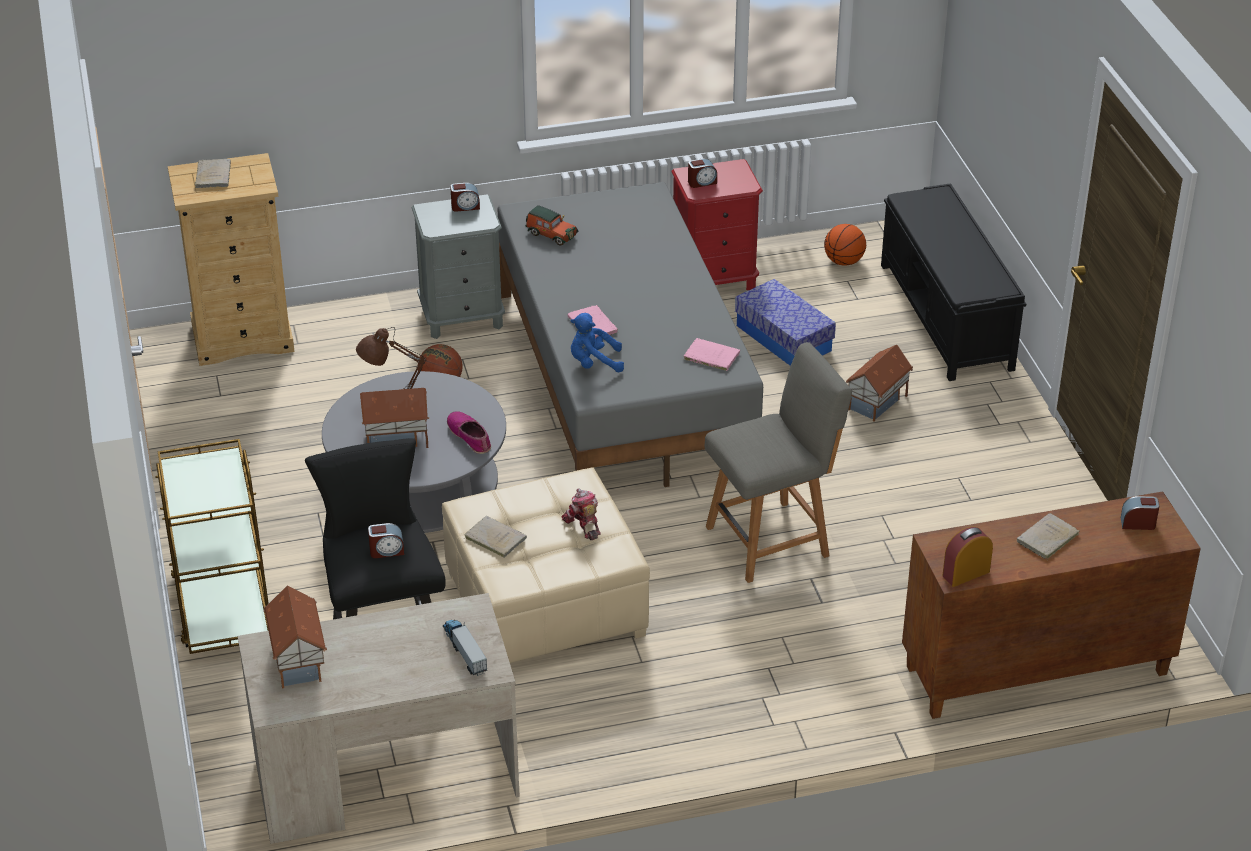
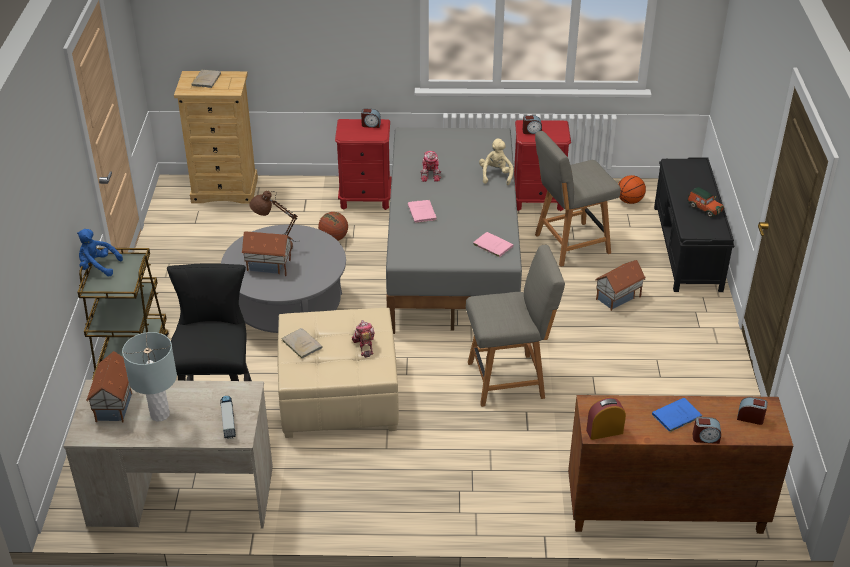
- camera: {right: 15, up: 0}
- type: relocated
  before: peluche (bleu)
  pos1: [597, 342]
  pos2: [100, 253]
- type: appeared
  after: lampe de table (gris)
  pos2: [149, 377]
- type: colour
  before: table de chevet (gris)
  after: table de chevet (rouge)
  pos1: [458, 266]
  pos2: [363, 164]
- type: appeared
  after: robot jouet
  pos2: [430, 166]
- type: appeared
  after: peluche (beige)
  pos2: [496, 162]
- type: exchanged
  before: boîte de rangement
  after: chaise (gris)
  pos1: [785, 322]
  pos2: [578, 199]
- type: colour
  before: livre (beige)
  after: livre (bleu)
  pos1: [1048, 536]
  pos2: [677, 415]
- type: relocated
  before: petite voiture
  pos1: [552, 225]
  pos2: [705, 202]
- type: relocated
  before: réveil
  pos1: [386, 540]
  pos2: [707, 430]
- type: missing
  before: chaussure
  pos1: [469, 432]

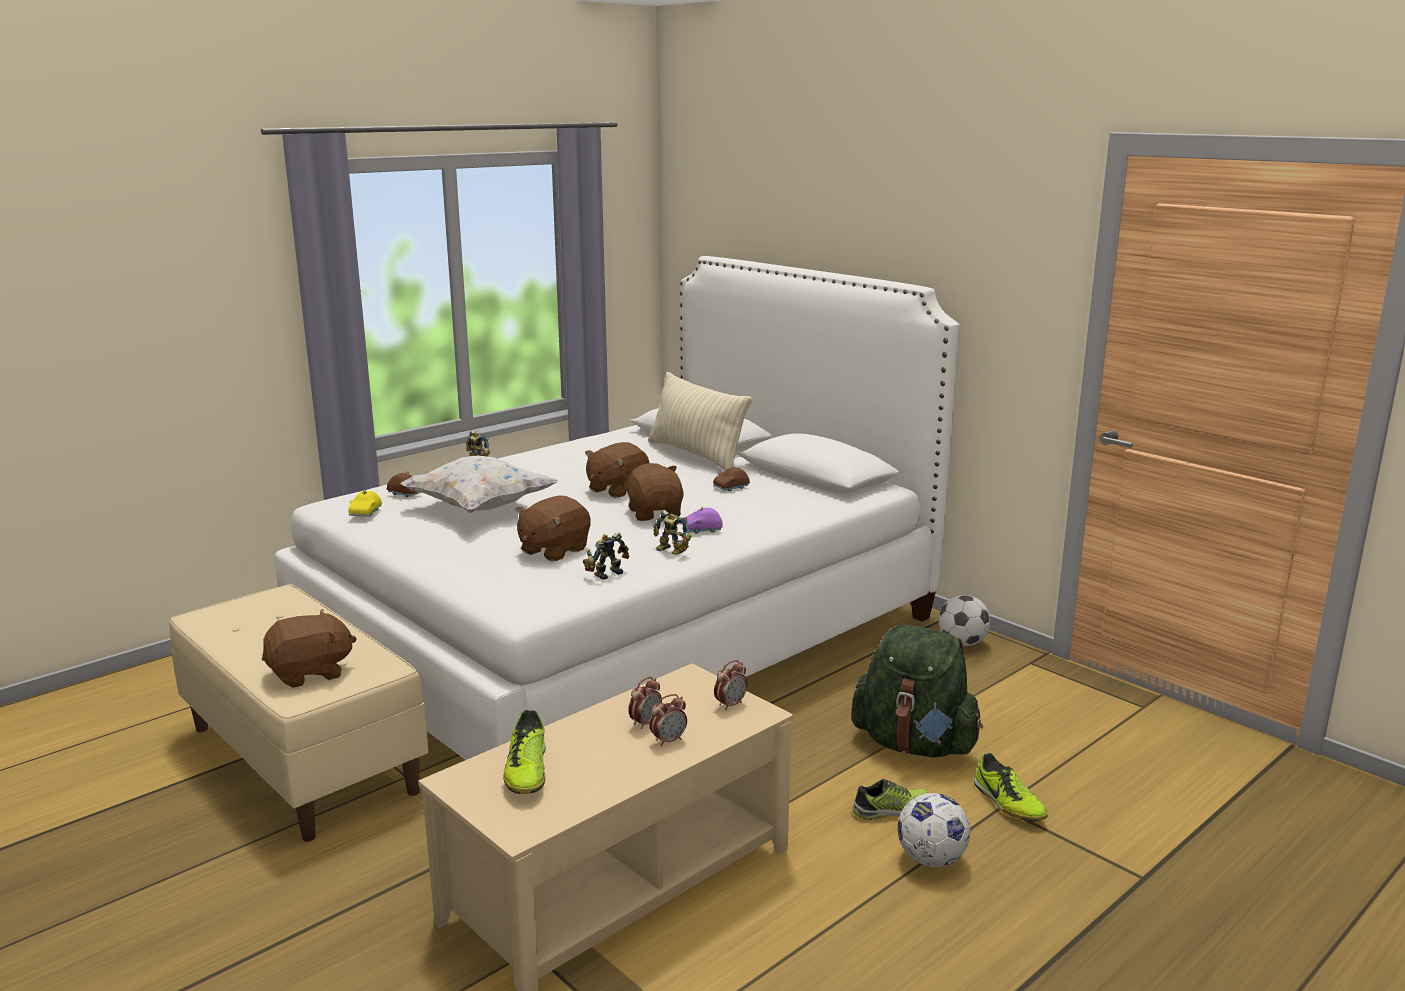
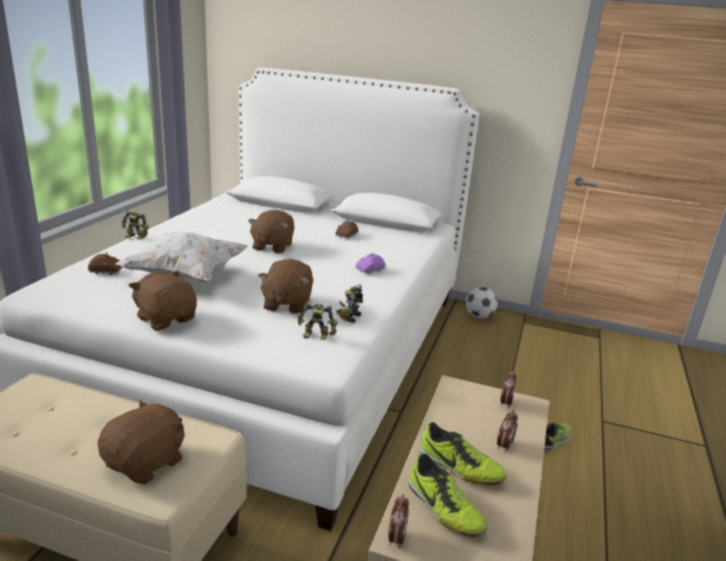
- camera: {right: -30, up: 5}
- type: relocated
  before: peluche (marron)
  pos1: [653, 492]
  pos2: [162, 301]
- type: relocated
  before: robot jouet
  pos1: [672, 532]
  pos2: [317, 320]
- type: relocated
  before: réveil
  pos1: [645, 703]
  pos2: [398, 521]
- type: relocated
  before: chaussure
  pos1: [1011, 787]
  pos2: [463, 453]
- type: missing
  before: petite voiture (jaune)
  pos1: [365, 503]
- type: missing
  before: coussin (beige)
  pos1: [700, 421]
- type: missing
  before: sac à dos (vert)
  pos1: [917, 690]
- type: missing
  before: ballon de foot
  pos1: [934, 830]

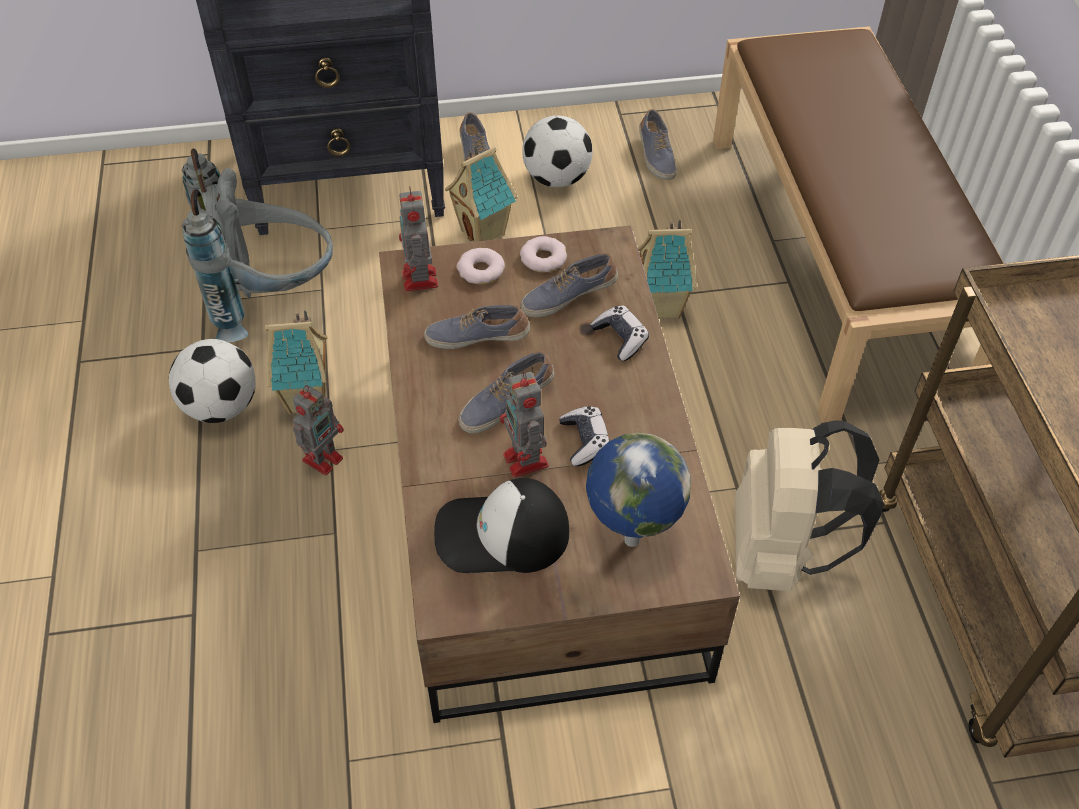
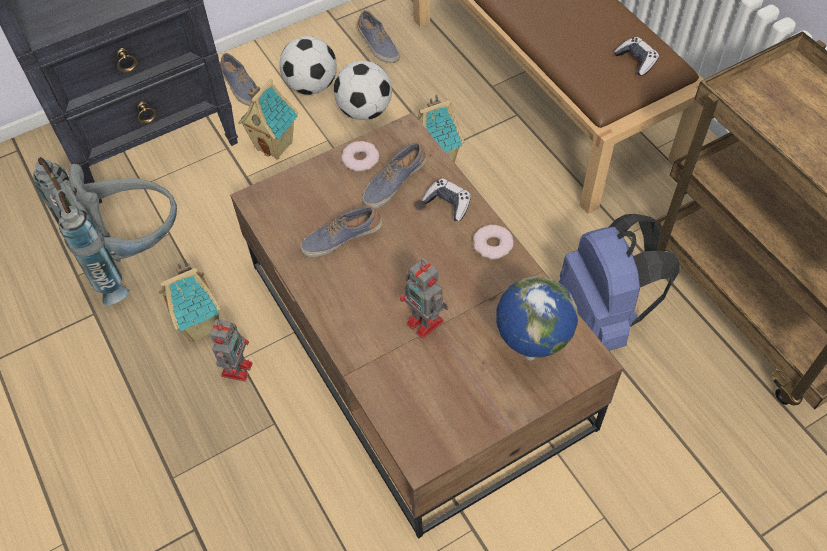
- camera: {right: -20, up: 5}
- type: relocated
  before: ballon de foot
  pos1: [212, 381]
  pos2: [363, 90]
- type: relocated
  before: beignet
  pos1: [480, 266]
  pos2: [493, 242]
- type: colour
  before: sac à dos (beige)
  after: sac à dos (bleu)
  pos1: [809, 505]
  pos2: [619, 282]
- type: relocated
  before: manette
  pos1: [584, 436]
  pos2: [636, 56]
- type: missing
  before: robot jouet
  pos1: [418, 238]
- type: missing
  before: casquette
  pos1: [501, 525]
- type: missing
  before: chaussure
  pos1: [506, 392]

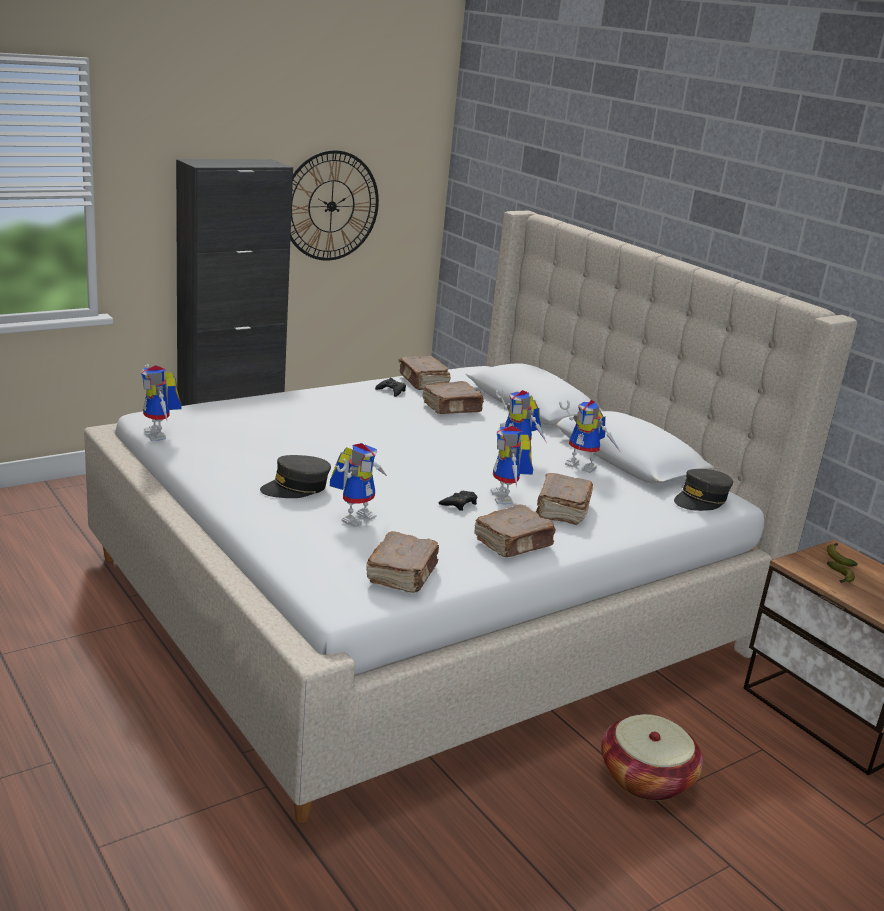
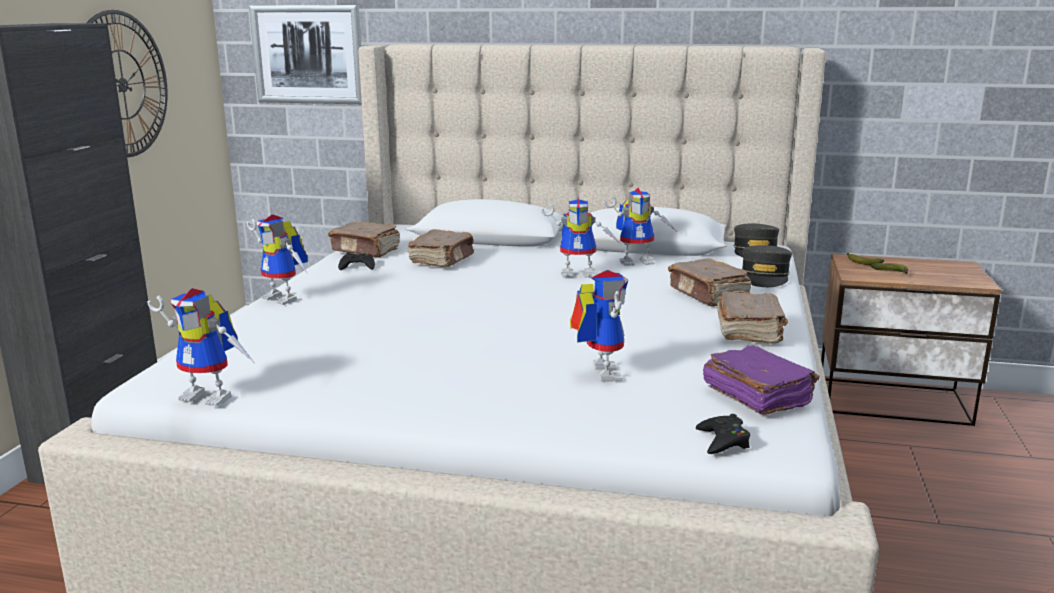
- camera: {right: -40, up: -5}
- type: relocated
  before: robot jouet
  pos1: [512, 463]
  pos2: [277, 260]
- type: appeared
  after: tableau
  pos2: [305, 54]
- type: relocated
  before: manette (noir)
  pos1: [458, 501]
  pos2: [723, 434]
- type: colour
  before: livre (marron)
  after: livre (violet)
  pos1: [402, 562]
  pos2: [761, 380]
- type: relocated
  before: casquette (gris)
  pos1: [295, 476]
  pos2: [767, 266]
- type: missing
  before: panier
  pos1: [652, 757]

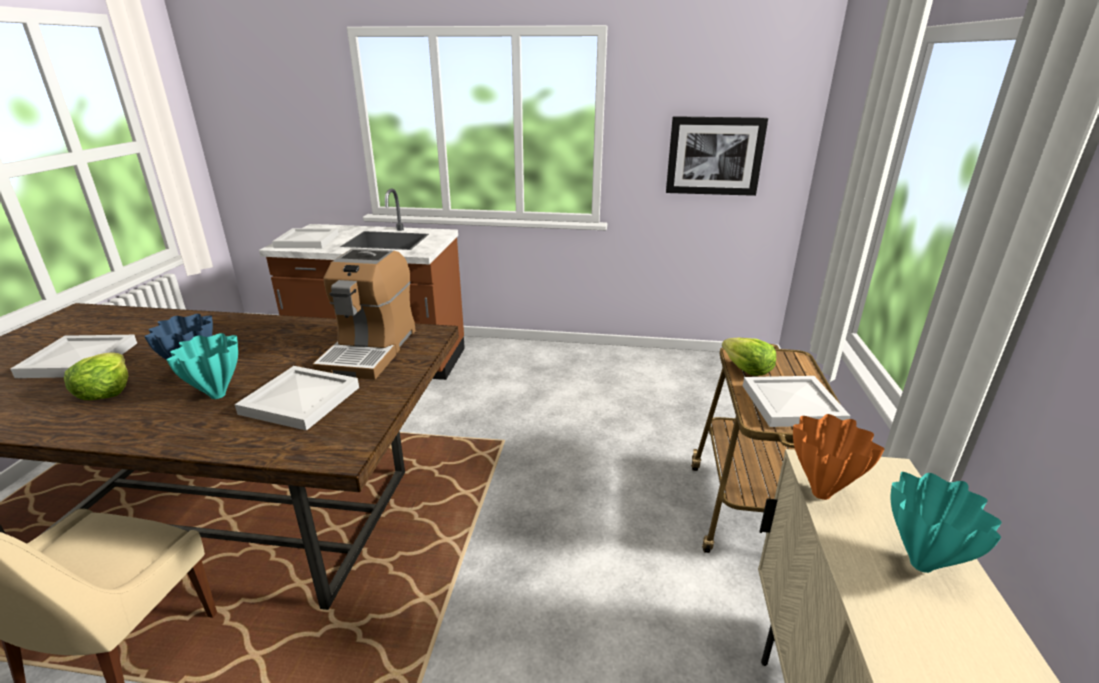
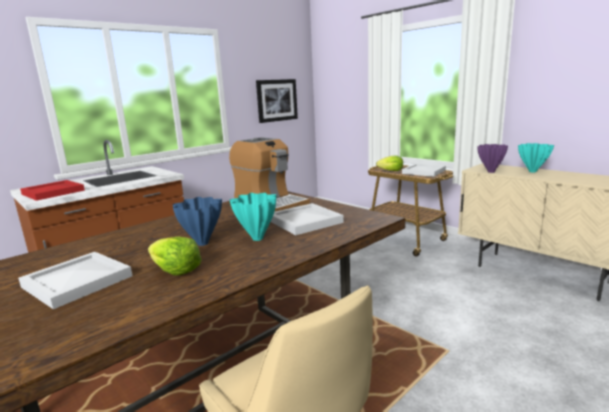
- camera: {right: -50, up: -10}
- type: colour
  before: plateau (blanc)
  after: plateau (rouge)
  pos1: [305, 238]
  pos2: [52, 190]
- type: colour
  before: vase (orange)
  after: vase (violet)
  pos1: [839, 457]
  pos2: [492, 158]

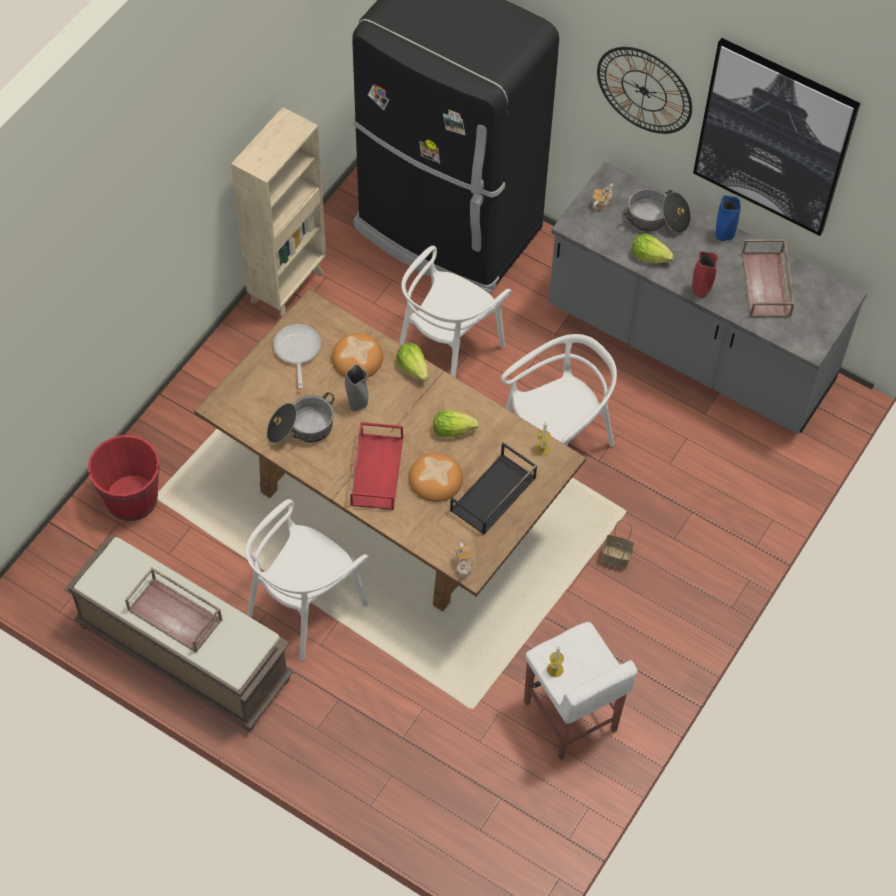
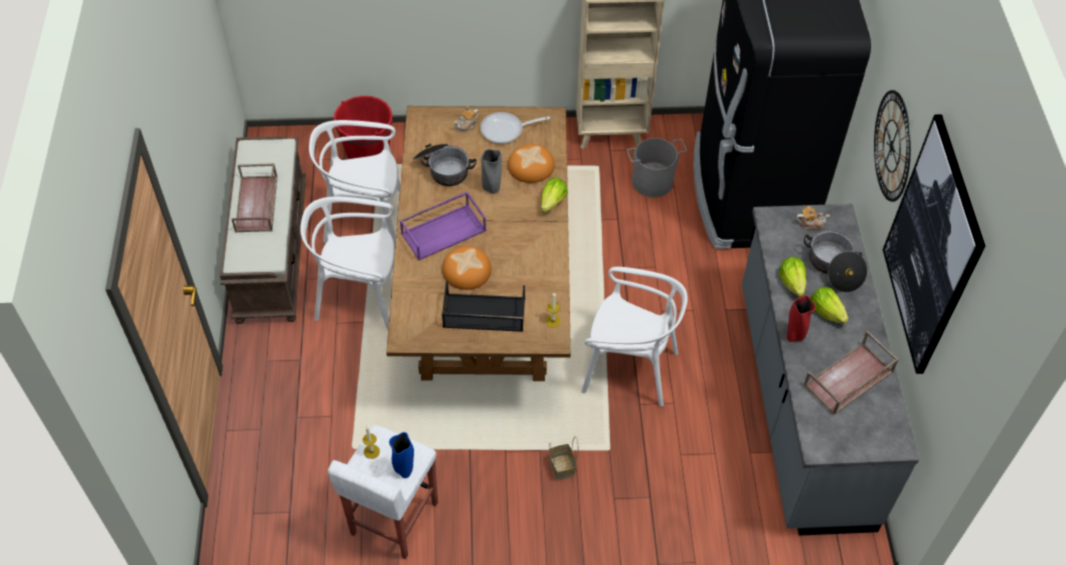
- camera: {right: 55, up: -5}
- type: relocated
  before: chaise (blanc)
  pos1: [455, 312]
  pos2: [355, 182]
- type: relocated
  before: vase (bleu)
  pos1: [728, 218]
  pos2: [401, 455]
- type: colour
  before: plateau (rouge)
  after: plateau (violet)
  pos1: [376, 466]
  pos2: [443, 225]
- type: relocated
  before: théière
  pos1: [464, 560]
  pos2: [466, 119]
- type: spun
  before: poêle
  pos1: [297, 356]
  pos2: [515, 128]
  turn: -150
- type: appeared
  after: seau (gris)
  pos2: [657, 167]
- type: relocated
  before: laitue
  pos1: [456, 424]
  pos2: [830, 305]

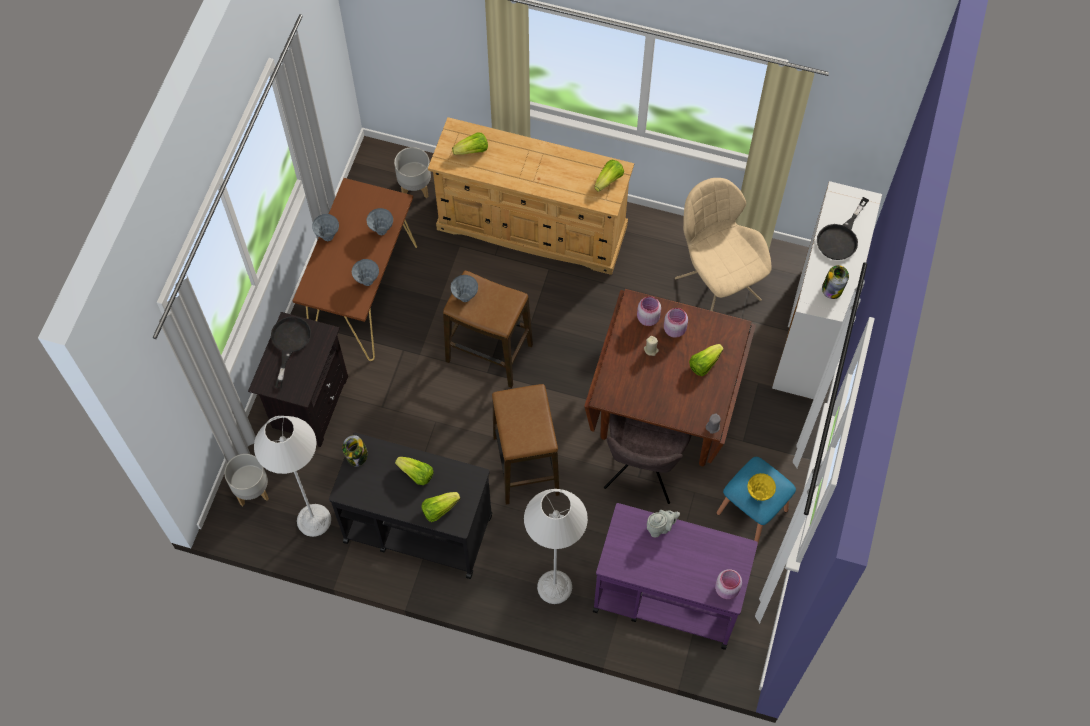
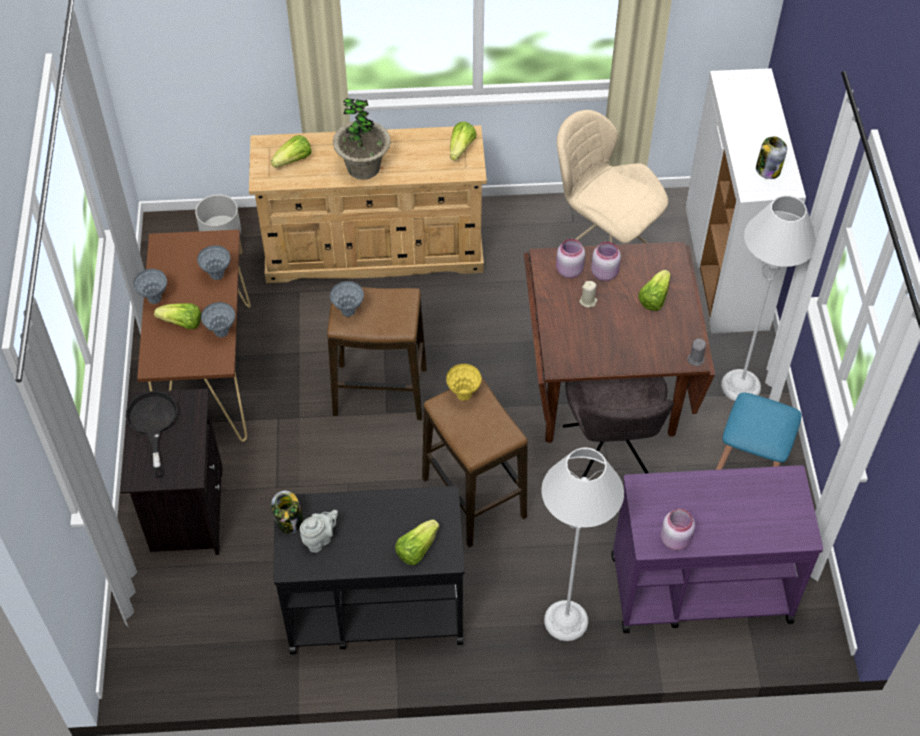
- camera: {right: -20, up: -10}
- type: relocated
  before: laitue
  pos1: [414, 471]
  pos2: [177, 316]
- type: relocated
  before: théière (gris)
  pos1: [663, 523]
  pos2: [319, 531]
- type: appeared
  after: plante en pot
  pos2: [362, 139]
- type: relocated
  before: vase (jaune)
  pos1: [762, 487]
  pos2: [464, 382]
- type: relocated
  before: bocal (rose)
  pos1: [728, 584]
  pos2: [678, 529]
- type: relocated
  before: lampadaire (gris)
  pos1: [292, 476]
  pos2: [768, 298]
- type: missing
  before: cache-pot (gris)
  pos1: [246, 480]
- type: missing
  before: poêle (noir)
  pos1: [843, 228]

